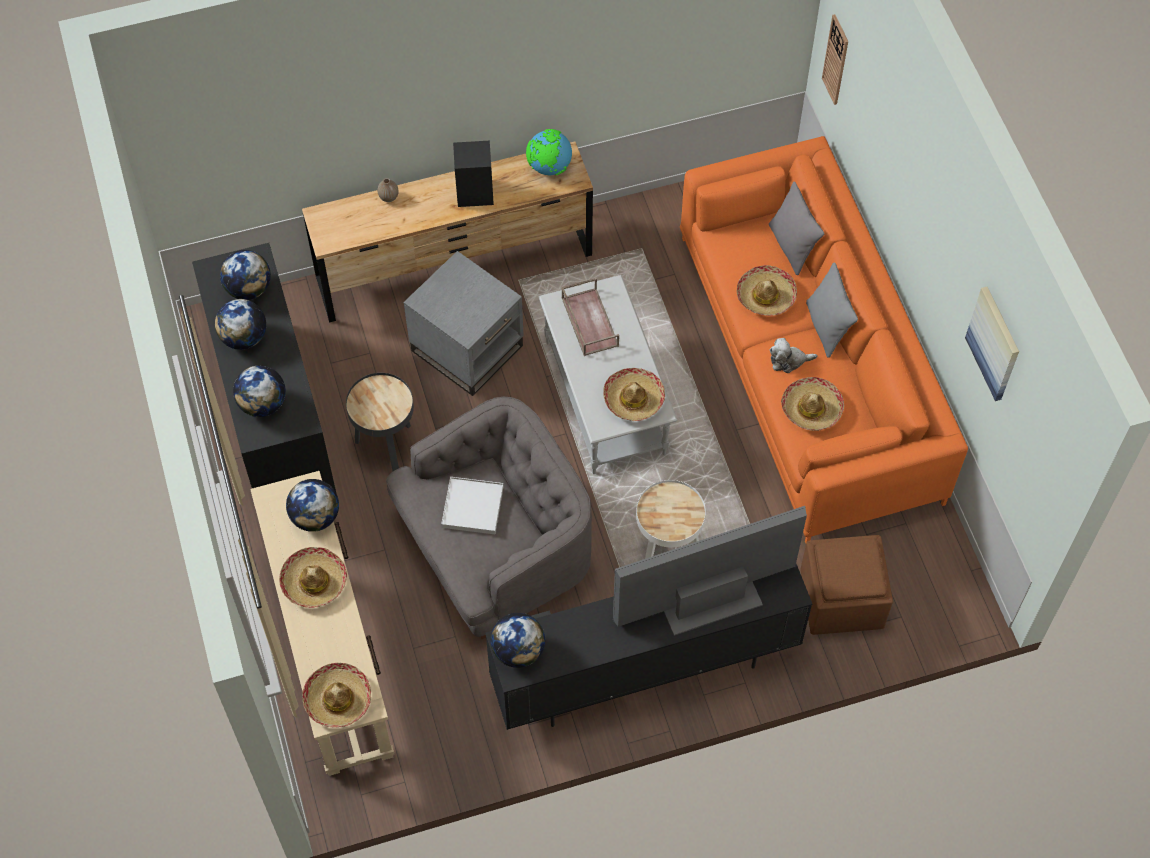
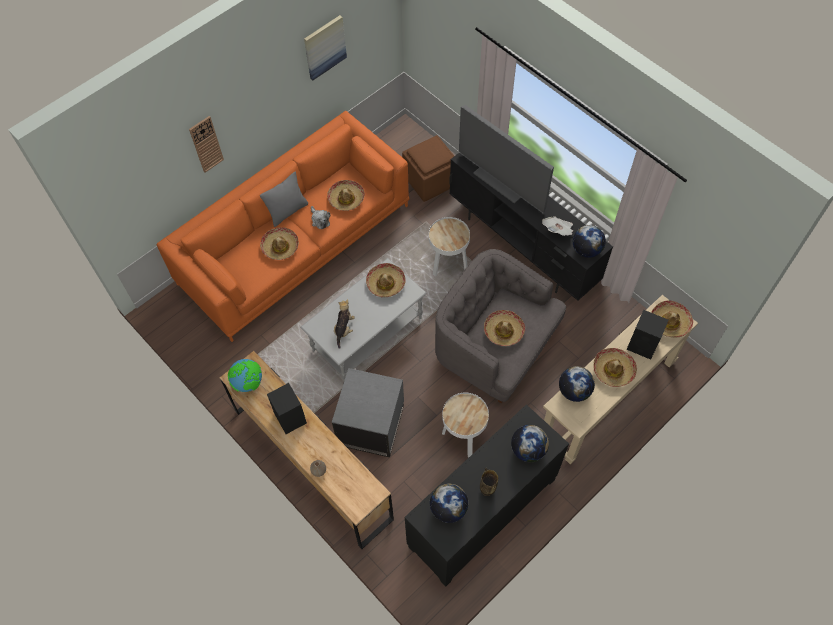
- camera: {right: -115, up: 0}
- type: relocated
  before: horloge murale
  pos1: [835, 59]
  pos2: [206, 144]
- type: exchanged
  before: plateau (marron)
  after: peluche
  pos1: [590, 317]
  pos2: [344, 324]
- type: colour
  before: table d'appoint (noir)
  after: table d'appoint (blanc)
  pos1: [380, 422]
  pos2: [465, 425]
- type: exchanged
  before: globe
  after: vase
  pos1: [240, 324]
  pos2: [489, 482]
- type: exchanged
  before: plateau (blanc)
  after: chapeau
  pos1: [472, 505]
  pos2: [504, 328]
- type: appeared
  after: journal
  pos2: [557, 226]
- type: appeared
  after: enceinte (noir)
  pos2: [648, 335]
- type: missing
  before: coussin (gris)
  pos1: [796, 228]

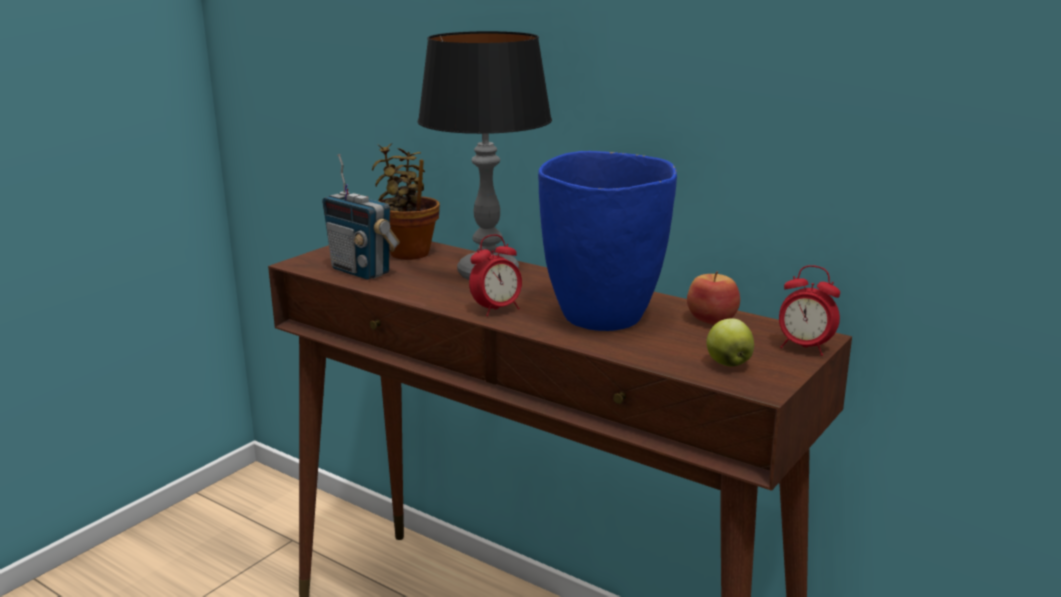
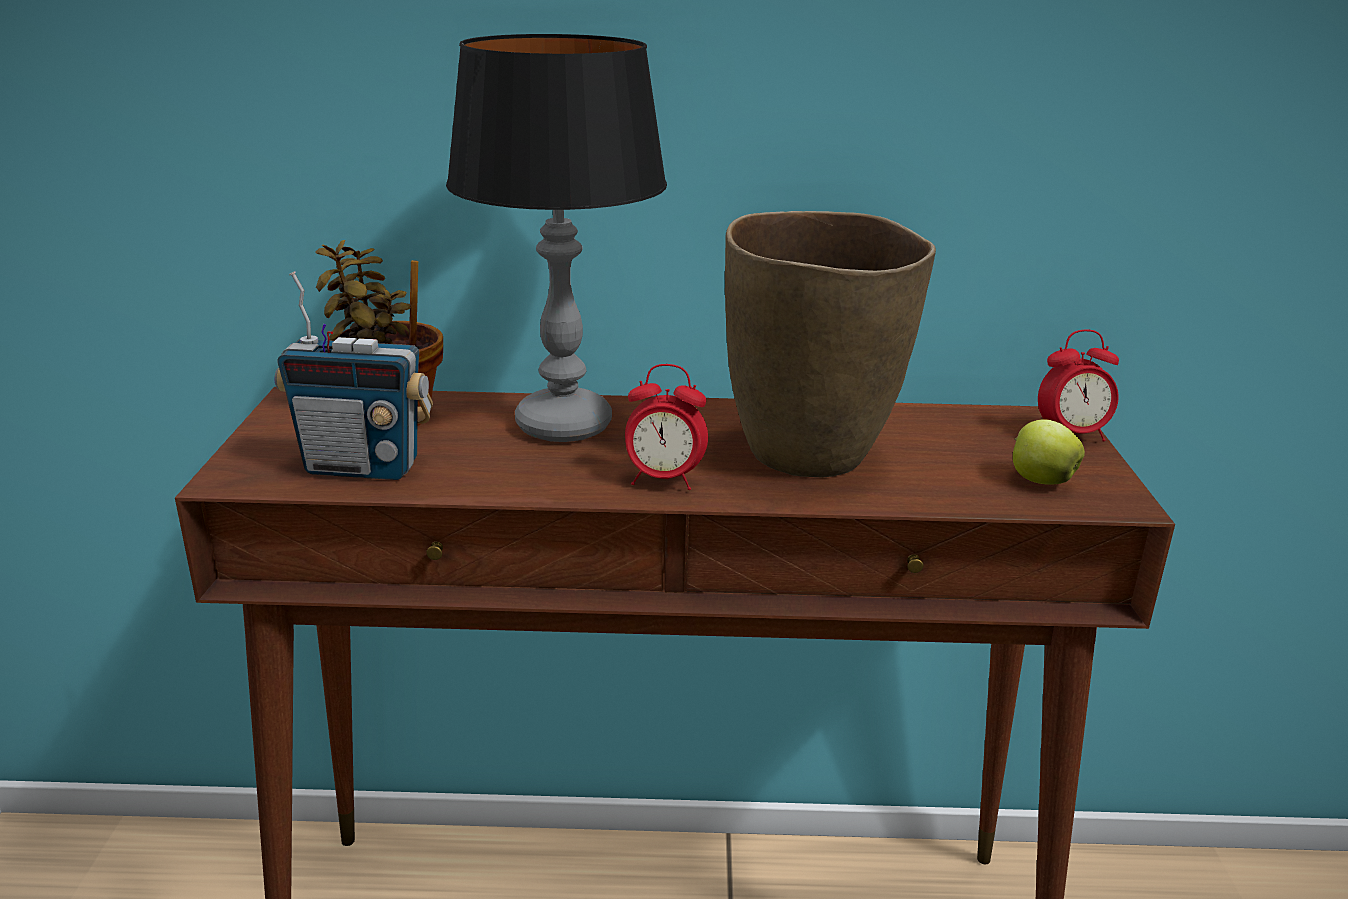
- camera: {right: -35, up: 5}
- type: spun
  before: réveil
  pos1: [495, 275]
  pos2: [666, 427]
  turn: 75
- type: colour
  before: vase (bleu)
  after: vase (marron)
  pos1: [607, 241]
  pos2: [830, 344]
- type: missing
  before: pomme
  pos1: [713, 298]

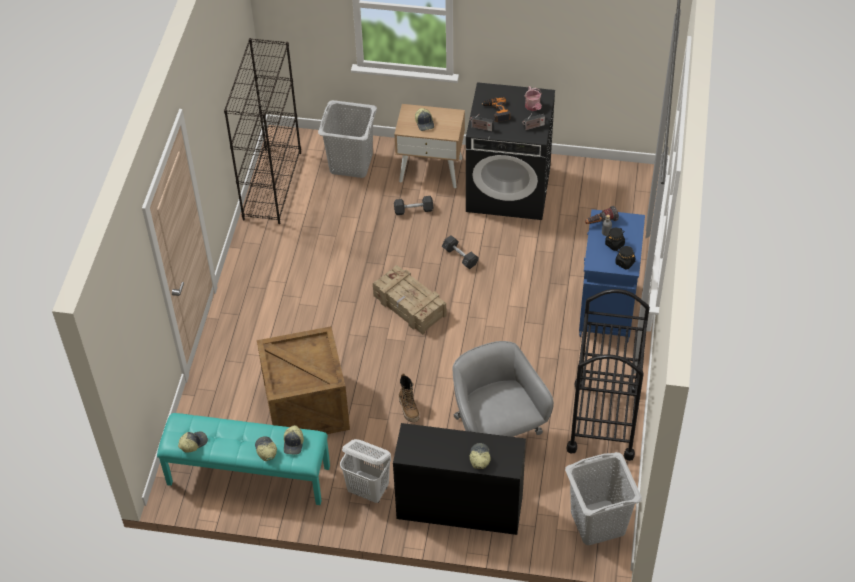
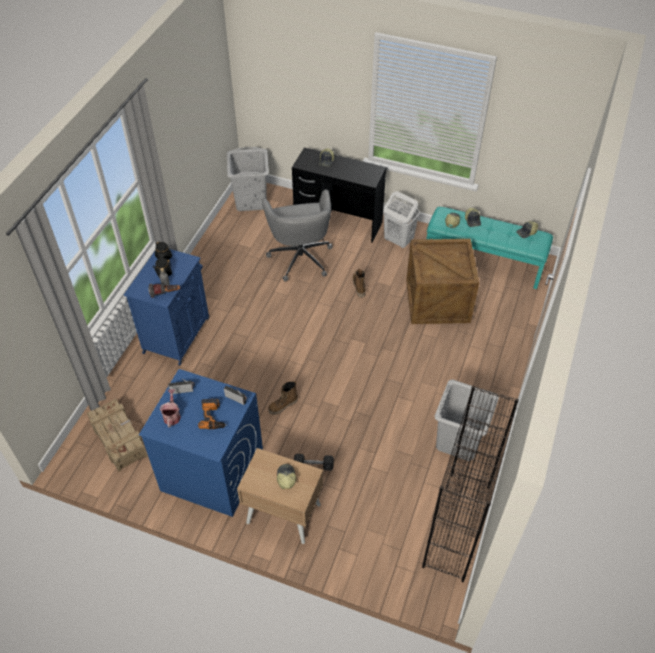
- camera: {right: -170, up: 0}
- type: relocated
  before: caisse
  pos1: [409, 300]
  pos2: [117, 435]
- type: colour
  before: lave-linge (noir)
  after: lave-linge (bleu)
  pos1: [510, 151]
  pos2: [201, 443]
- type: exchanged
  before: haltère (gris)
  after: botte
  pos1: [460, 252]
  pos2: [283, 397]
- type: relocated
  before: panier à linge (gris)
  pos1: [347, 139]
  pos2: [467, 420]
- type: missing
  before: chariot (noir)
  pos1: [608, 375]

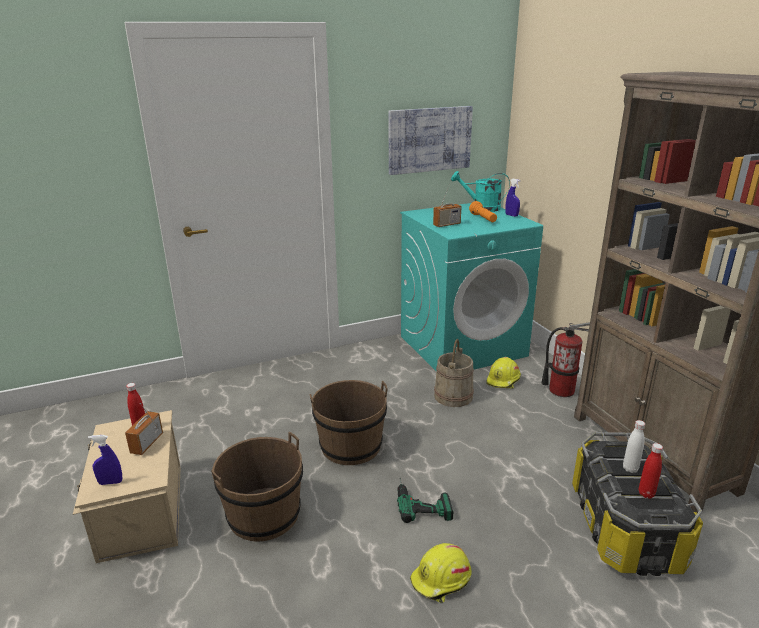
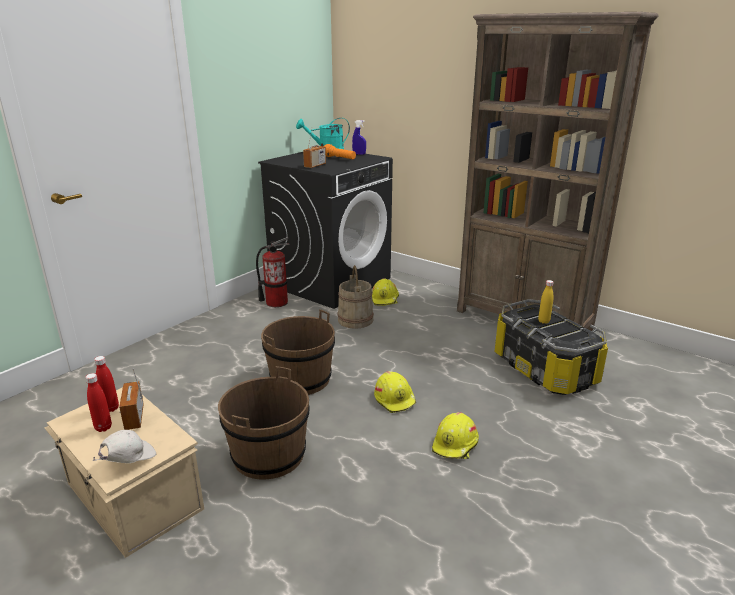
- camera: {right: -30, up: 0}
- type: relocated
  before: bouteille (rouge)
  pos1: [651, 471]
  pos2: [99, 402]
- type: exchanged
  before: vaporisateur (bleu)
  after: casquette (blanc)
  pos1: [105, 460]
  pos2: [125, 446]
- type: relocated
  before: extincteur
  pos1: [565, 359]
  pos2: [273, 272]
- type: colour
  before: lave-linge (turquoise)
  after: lave-linge (noir)
  pos1: [471, 287]
  pos2: [325, 230]
- type: exchanged
  before: perceuse
  after: casque de chantier (jaune)
  pos1: [425, 501]
  pos2: [395, 392]
- type: colour
  before: bouteille (blanc)
  after: bouteille (jaune)
  pos1: [634, 446]
  pos2: [546, 302]
- type: missing
  before: tableau
  pos1: [431, 140]

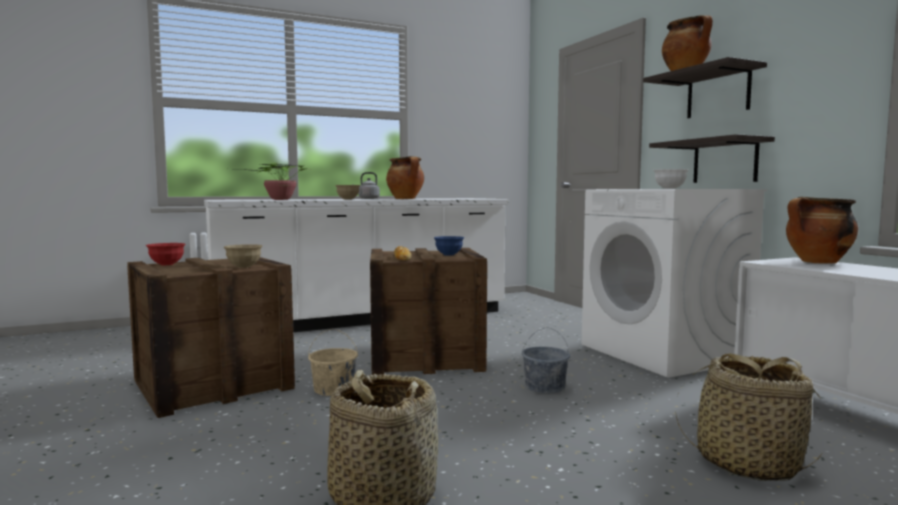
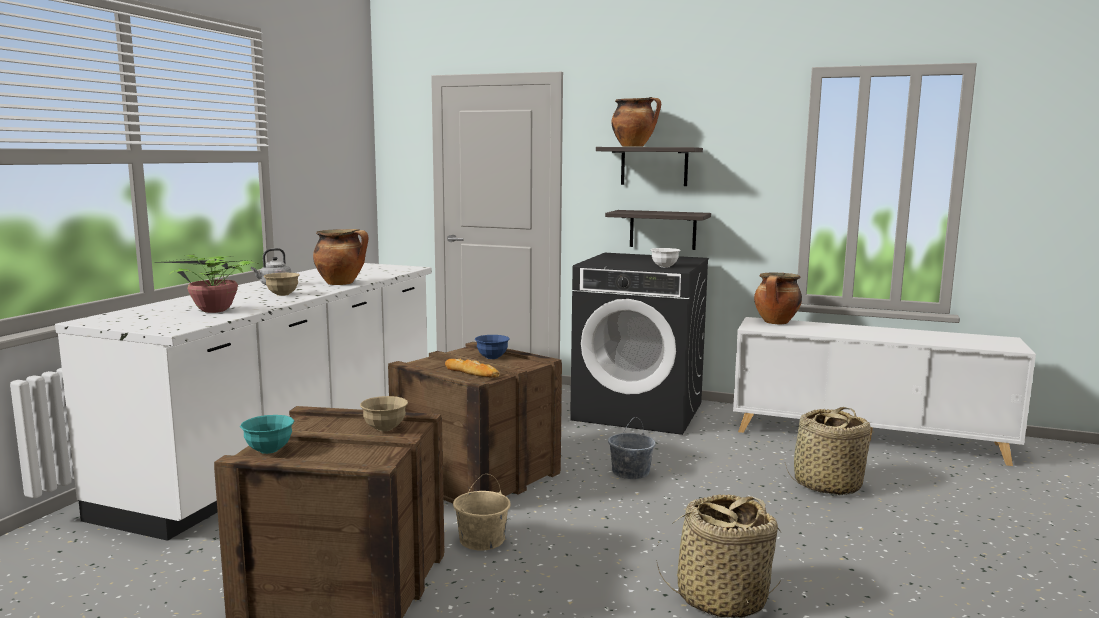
- camera: {right: -45, up: 5}
- type: colour
  before: bol (rouge)
  after: bol (turquoise)
  pos1: [166, 254]
  pos2: [267, 434]
- type: colour
  before: lave-linge (blanc)
  after: lave-linge (noir)
  pos1: [674, 283]
  pos2: [639, 344]

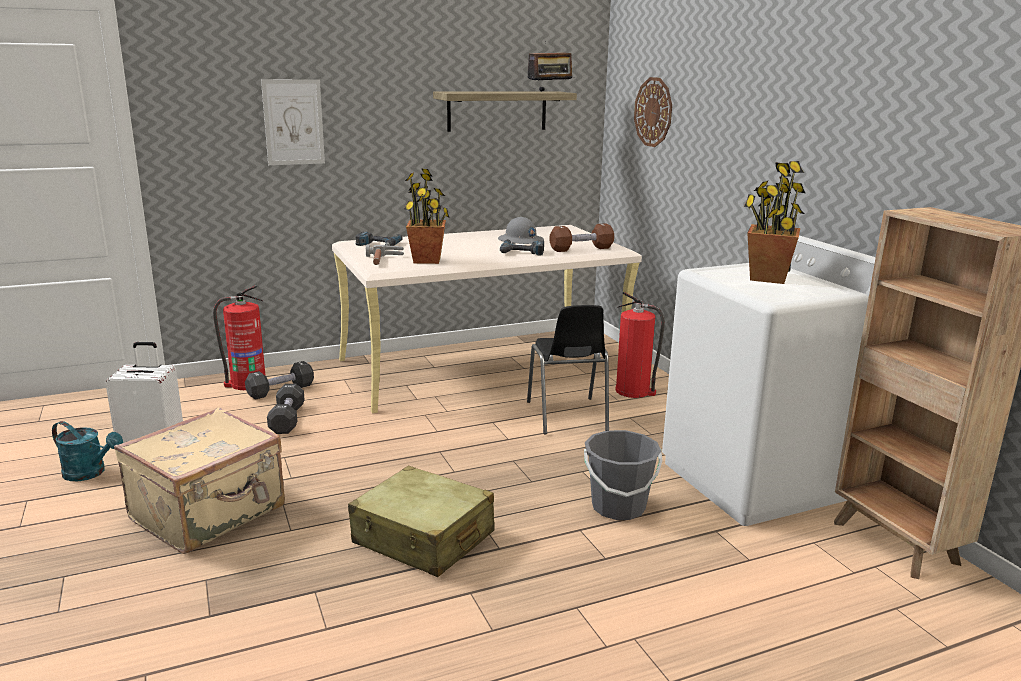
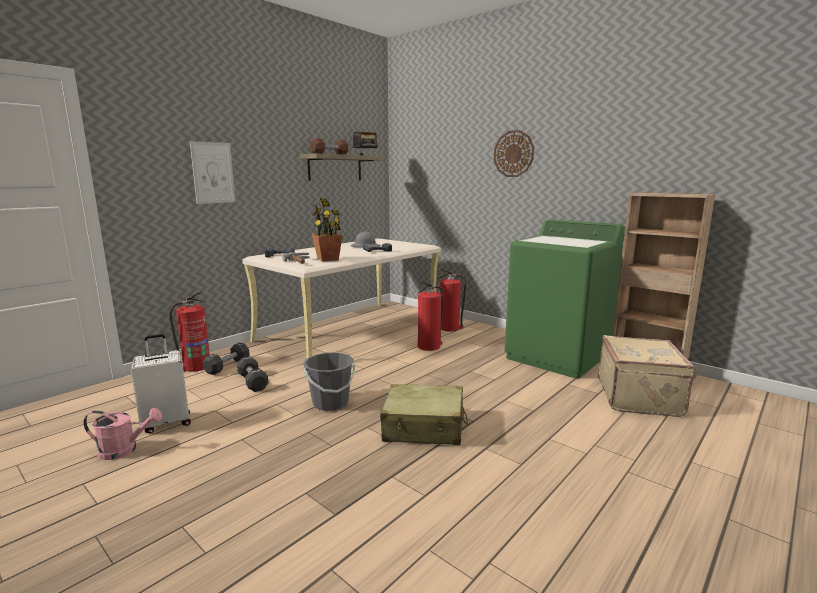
- camera: {right: -25, up: -5}
- type: colour
  before: arrosoir (turquoise)
  after: arrosoir (rose)
  pos1: [87, 451]
  pos2: [122, 434]
- type: relocated
  before: seau (gris)
  pos1: [623, 475]
  pos2: [329, 382]
- type: relocated
  before: haltère (marron)
  pos1: [581, 237]
  pos2: [329, 146]
- type: exchanged
  before: chaise (noir)
  after: extincteur
  pos1: [568, 370]
  pos2: [431, 316]
- type: relocated
  before: horloge murale
  pos1: [653, 112]
  pos2: [514, 153]
- type: colour
  before: lave-linge (blanc)
  after: lave-linge (vert)
  pos1: [769, 380]
  pos2: [565, 299]
- type: relocated
  before: valise (beige)
  pos1: [199, 480]
  pos2: [647, 376]
- type: missing
  before: plante en pot
  pos1: [774, 222]

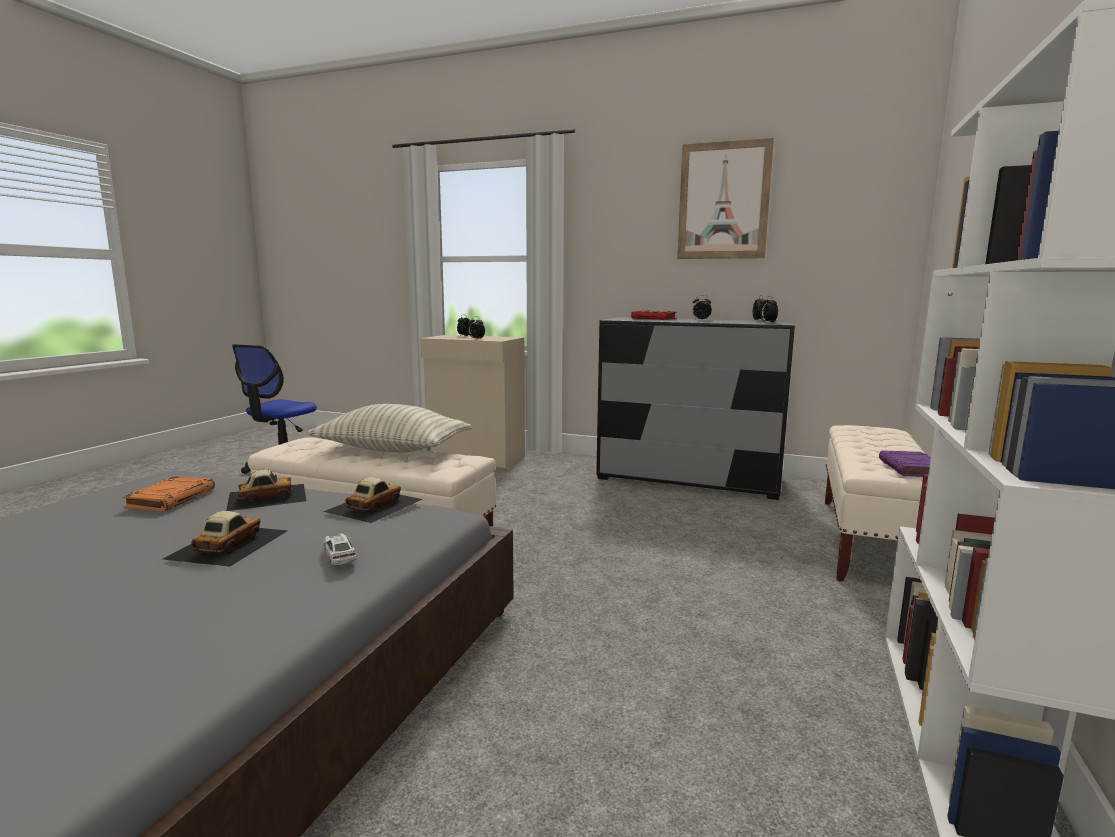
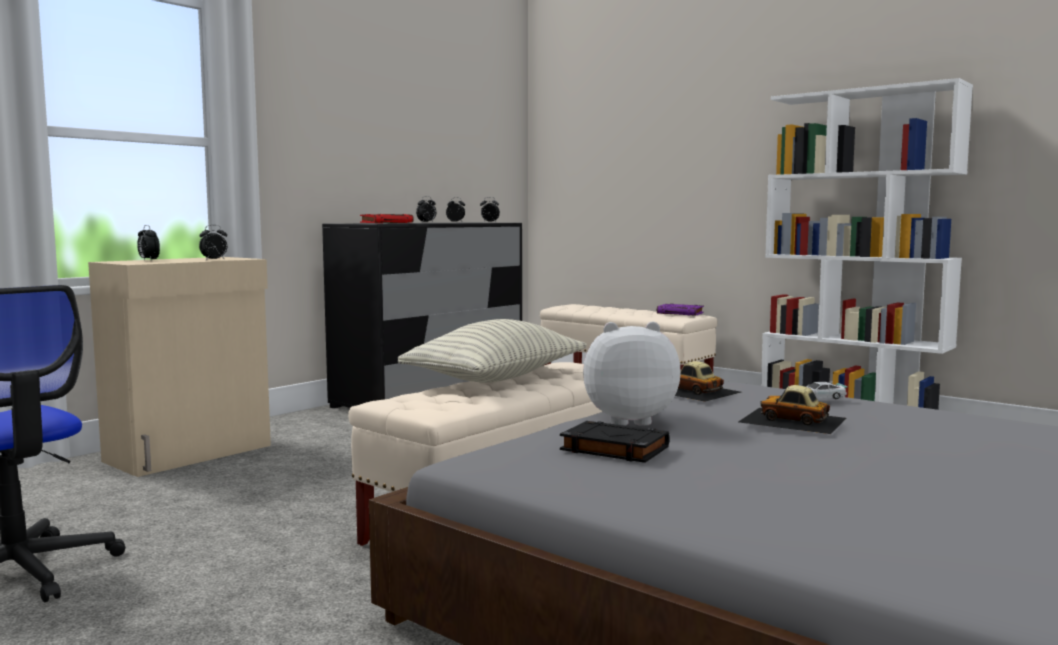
- camera: {right: -70, up: -5}
- type: colour
  before: livre (orange)
  after: livre (noir)
  pos1: [168, 493]
  pos2: [615, 442]
- type: exchanged
  before: petite voiture
  after: peluche
  pos1: [266, 490]
  pos2: [632, 374]
- type: missing
  before: tableau
  pos1: [725, 198]

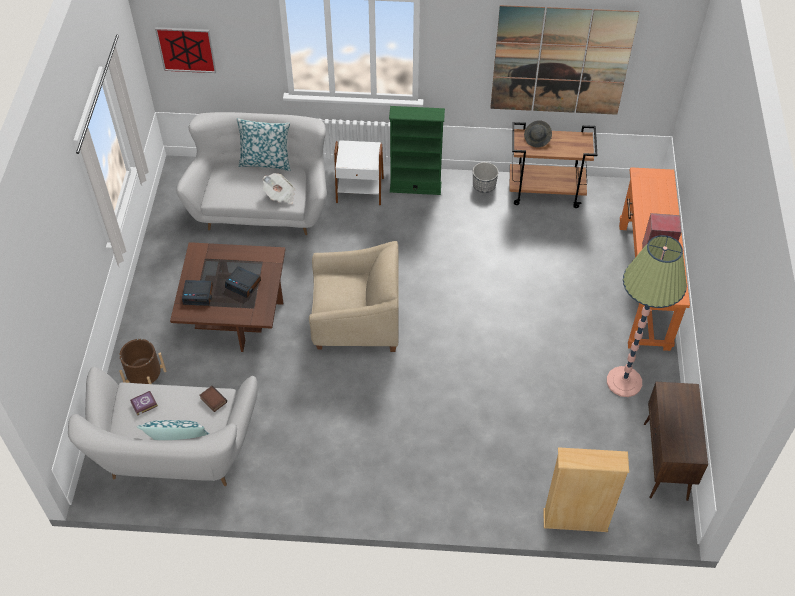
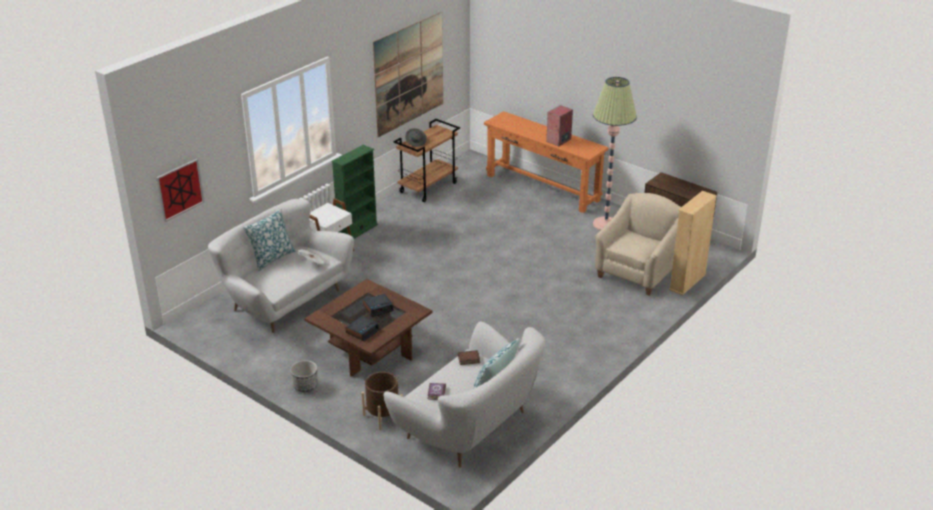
- camera: {right: -55, up: -20}
- type: relocated
  before: cache-pot
  pos1: [485, 177]
  pos2: [304, 376]
- type: relocated
  before: fauteuil (beige)
  pos1: [354, 296]
  pos2: [638, 244]

